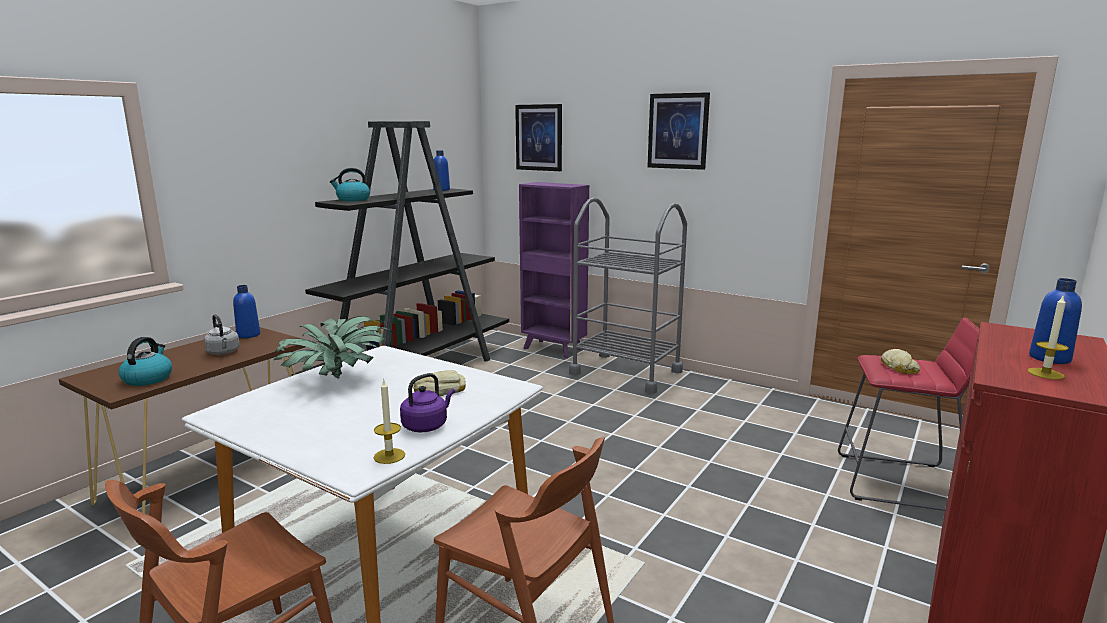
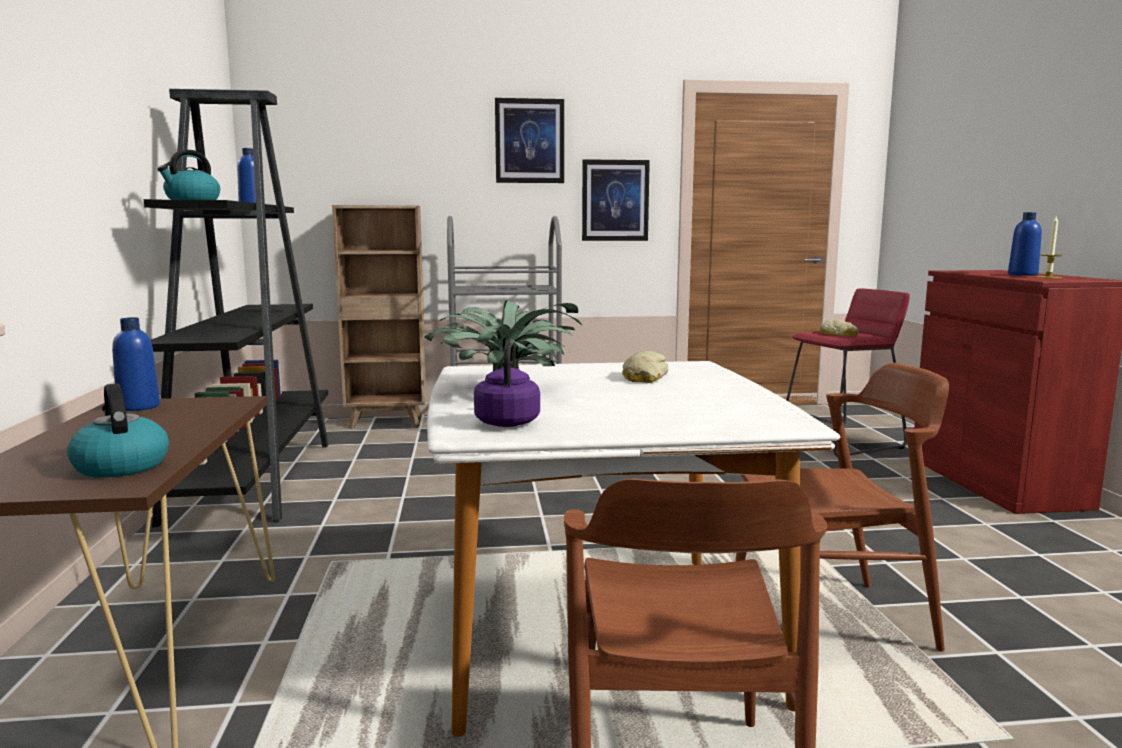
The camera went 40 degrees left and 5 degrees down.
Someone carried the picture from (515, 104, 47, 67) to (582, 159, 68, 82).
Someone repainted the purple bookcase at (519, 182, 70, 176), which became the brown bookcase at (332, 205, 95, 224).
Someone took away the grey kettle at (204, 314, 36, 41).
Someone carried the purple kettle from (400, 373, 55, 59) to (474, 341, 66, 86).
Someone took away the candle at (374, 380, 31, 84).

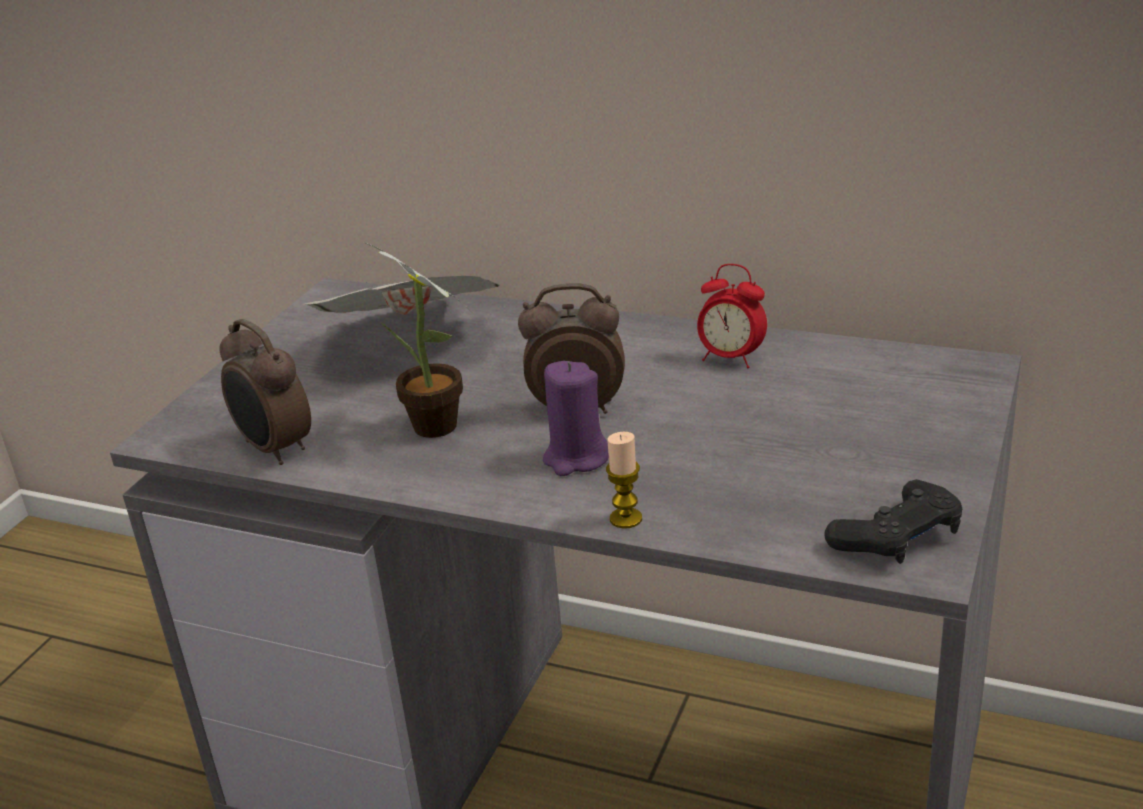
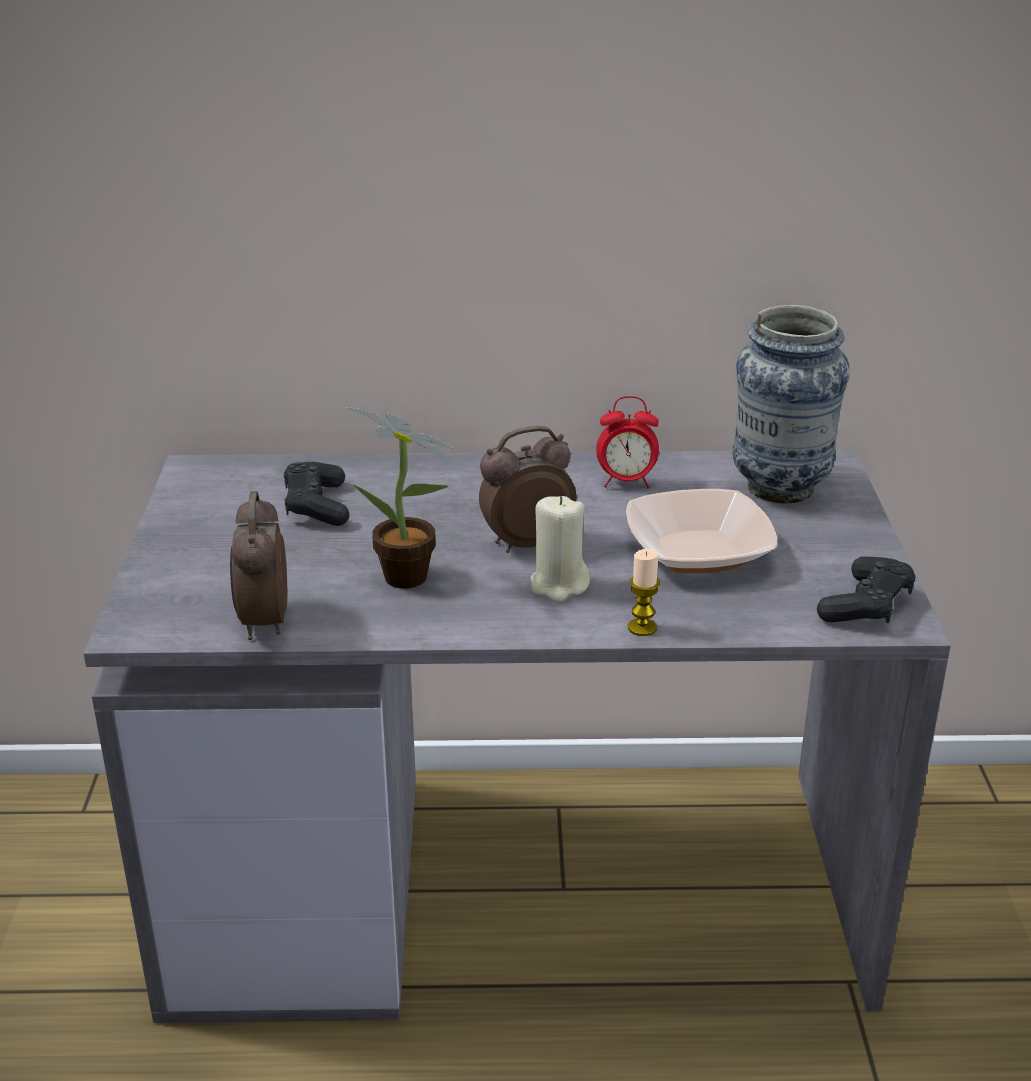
The camera went 25 degrees left and 0 degrees up.
Someone swapped the newspaper at (305, 276, 194, 39) for the black game controller at (284, 462, 65, 64).
Someone rotated the alarm clock at (219, 319, 92, 146) by 60 degrees clockwise.
Someone repainted the purple candle at (543, 361, 66, 115), which became the beige candle at (531, 496, 59, 106).
Someone put down the vase at (732, 305, 118, 199).
Someone put down the bowl at (626, 489, 151, 85).

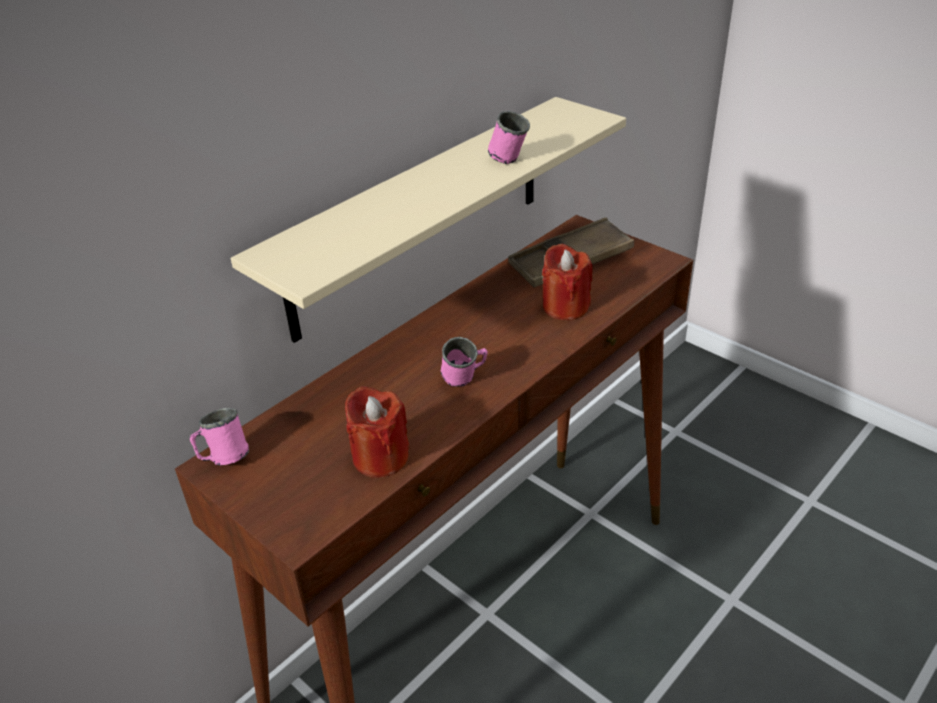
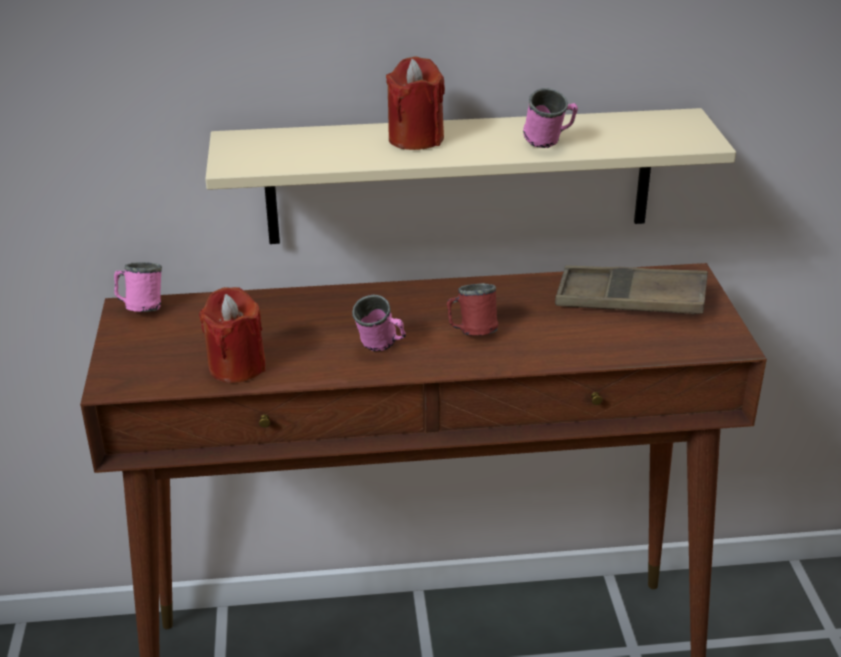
The camera went 40 degrees right and 5 degrees down.
Someone carried the red candle from (542, 243, 50, 77) to (386, 56, 59, 94).
Someone put down the red mug at (447, 283, 51, 52).

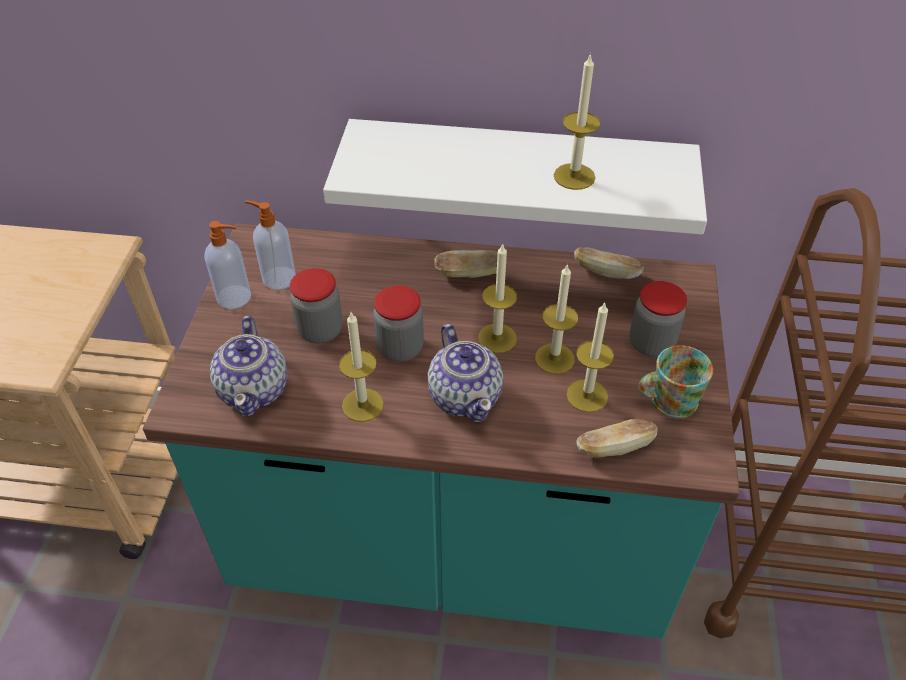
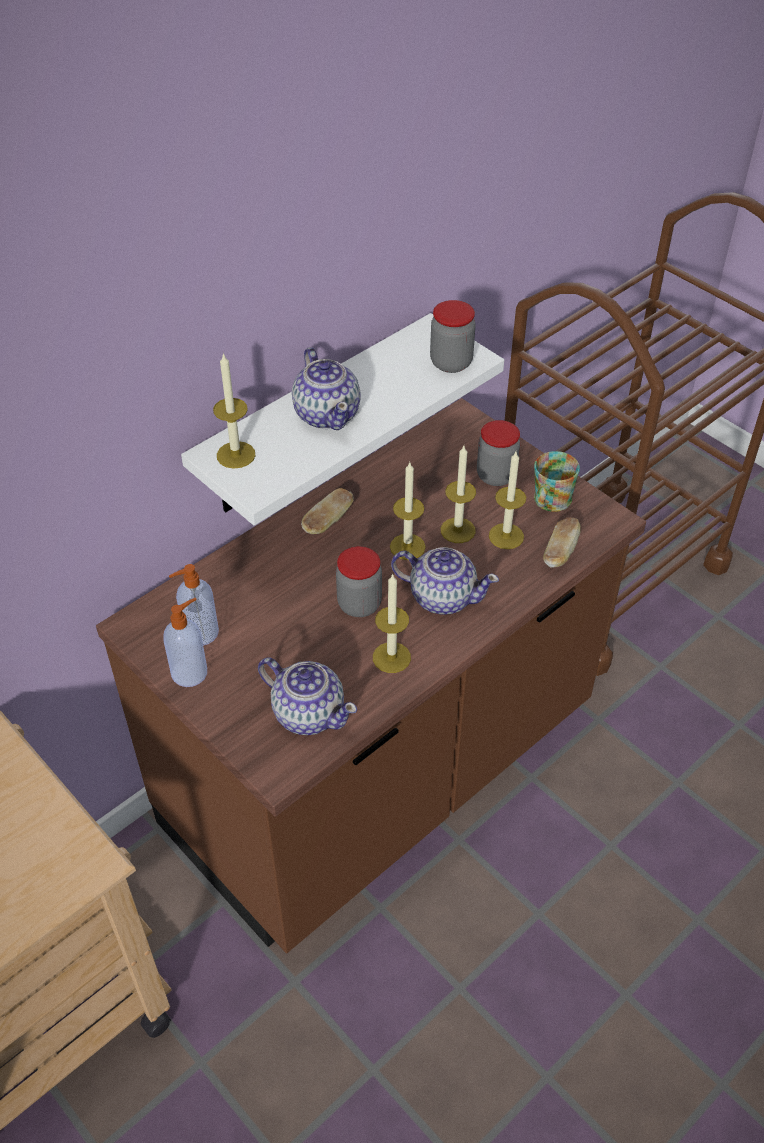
The camera went 50 degrees left and 0 degrees up.
Someone carried the candle from (554, 53, 46, 137) to (213, 353, 43, 116).
Someone repainted the turquoise counter at (143, 223, 597, 415), which became the brown counter at (96, 398, 550, 555).
Someone took away the bread at (574, 247, 70, 32).
Someone carried the jar from (290, 268, 53, 76) to (430, 300, 46, 73).
Someone put down the teapot at (292, 347, 69, 83).

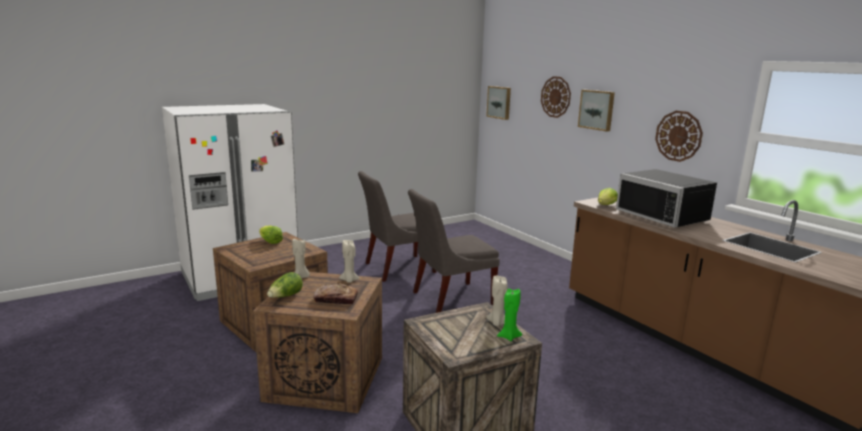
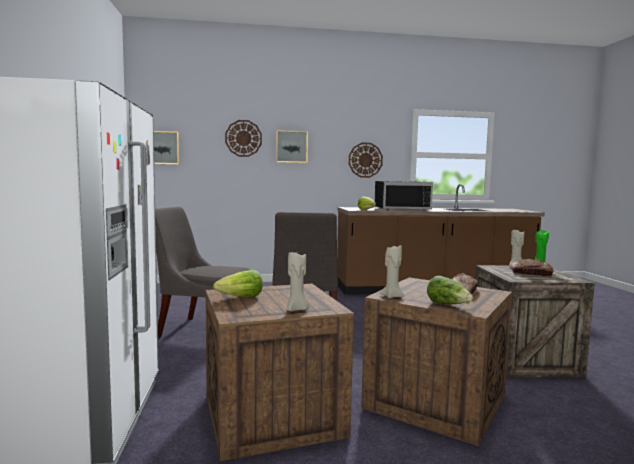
The camera went 65 degrees left and 10 degrees down.
Someone rotated the grey chair at (358, 171, 79, 111) by 105 degrees clockwise.
Someone carried the beige candle from (339, 240, 21, 43) to (287, 251, 22, 60).
Someone put down the bread at (512, 259, 41, 17).

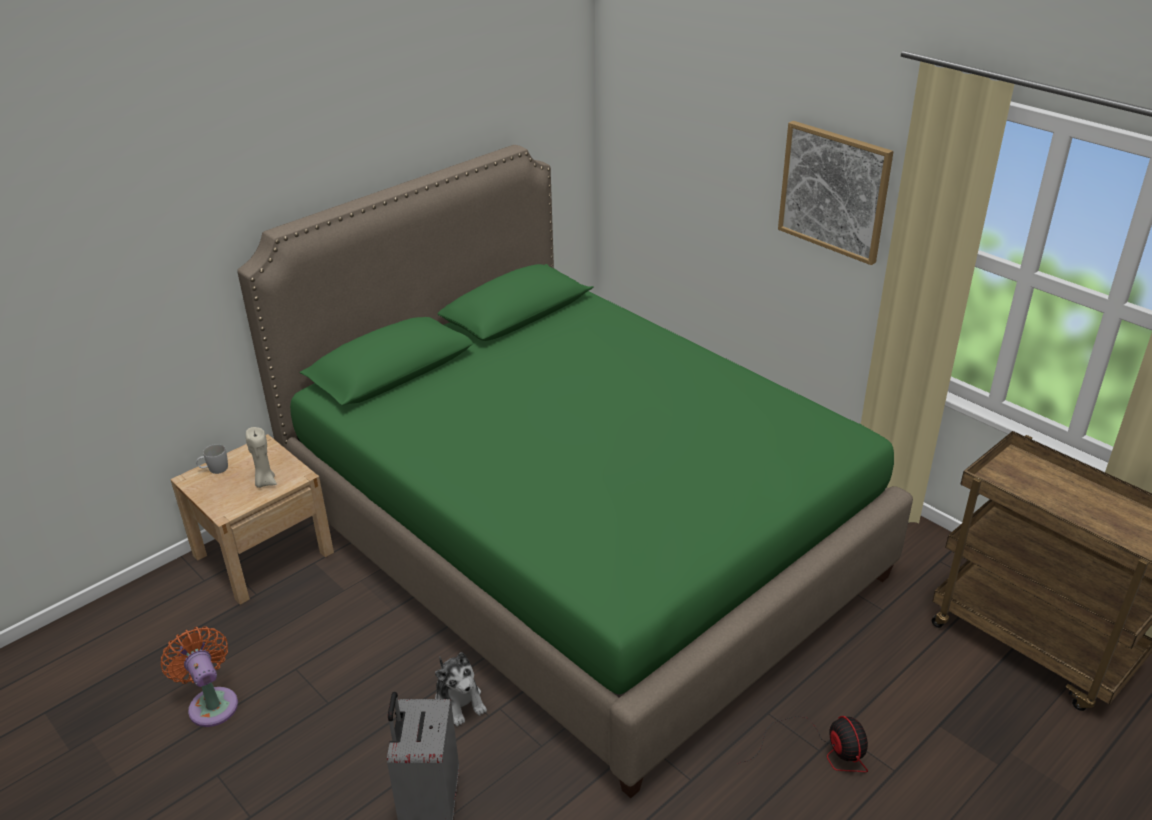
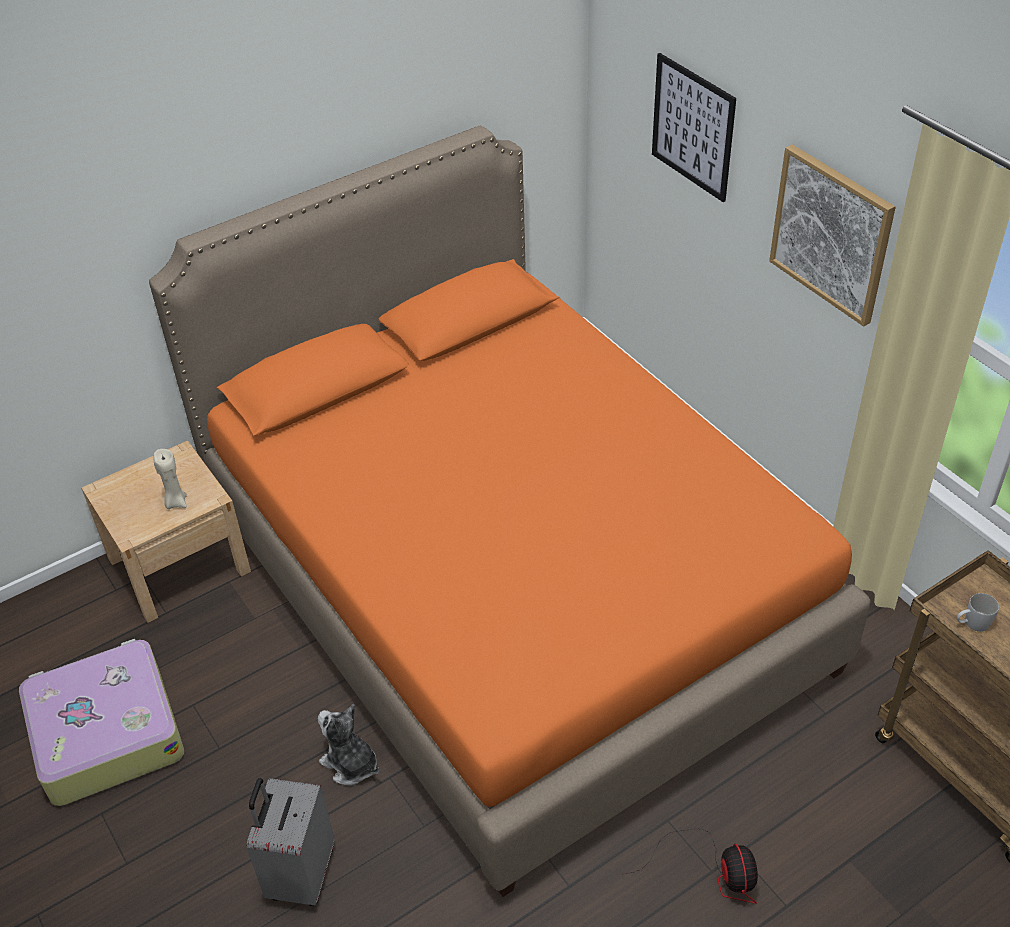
The camera went 10 degrees right and 10 degrees up.
Someone repainted the green bed at (237, 145, 676, 653), which became the orange bed at (149, 126, 722, 771).
Someone carried the white mug from (196, 444, 32, 30) to (957, 593, 42, 39).
Someone swapped the orange fan at (161, 626, 77, 101) for the suitcase at (19, 639, 165, 167).
Someone rotated the plush toy at (435, 652, 52, 74) by 150 degrees clockwise.
Someone put up the picture at (652, 53, 84, 149).

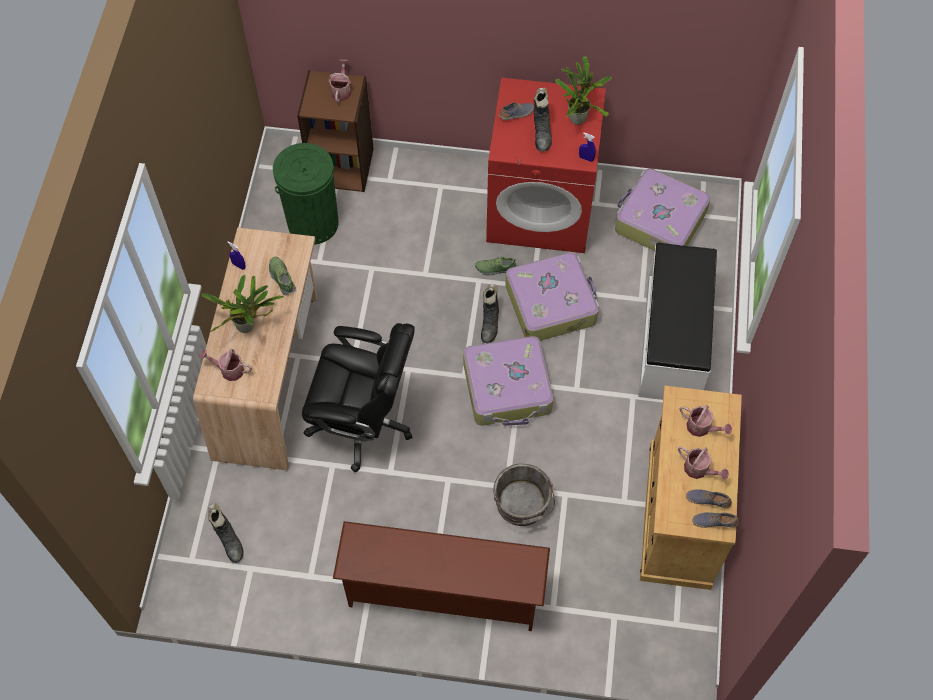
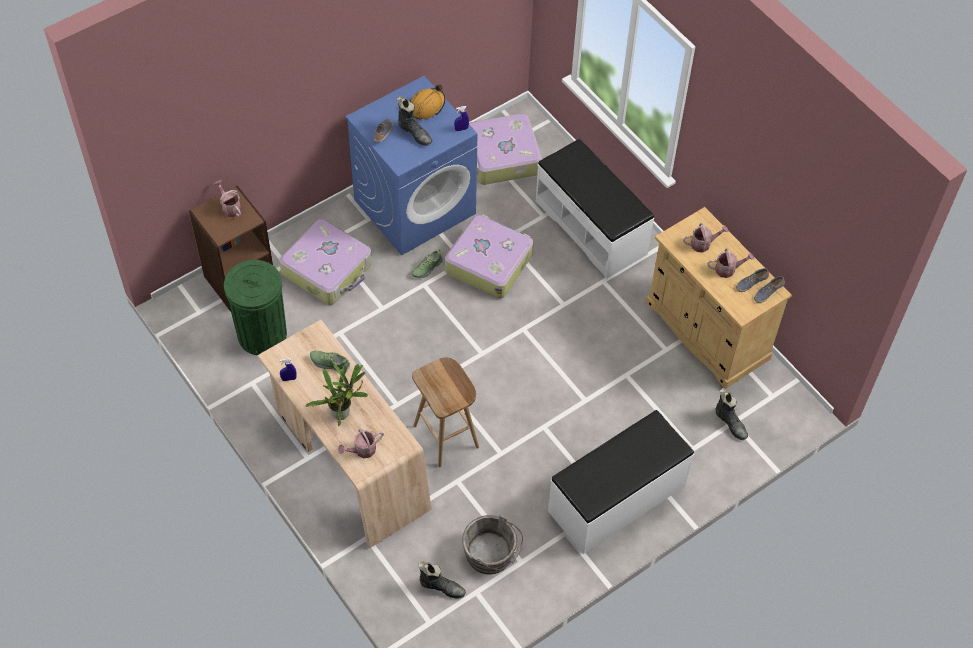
The camera went 45 degrees left and 5 degrees down.
Someone swapped the potted plant at (555, 56, 57, 69) for the orange hard hat at (409, 84, 36, 35).
Someone repainted the red washing machine at (486, 78, 120, 175), which became the blue washing machine at (346, 76, 131, 180).
Someone carried the black boot from (481, 284, 18, 59) to (716, 388, 32, 52).
Someone swapped the black office chair at (302, 323, 113, 149) for the brown stool at (412, 358, 67, 109).
Someone carried the suitcase from (463, 336, 90, 90) to (279, 219, 93, 86).
Someone carried the grey bucket from (493, 464, 62, 62) to (462, 515, 61, 59).
Someone swapped the brown shoe rack at (333, 521, 217, 110) for the white bench at (548, 410, 146, 144).

